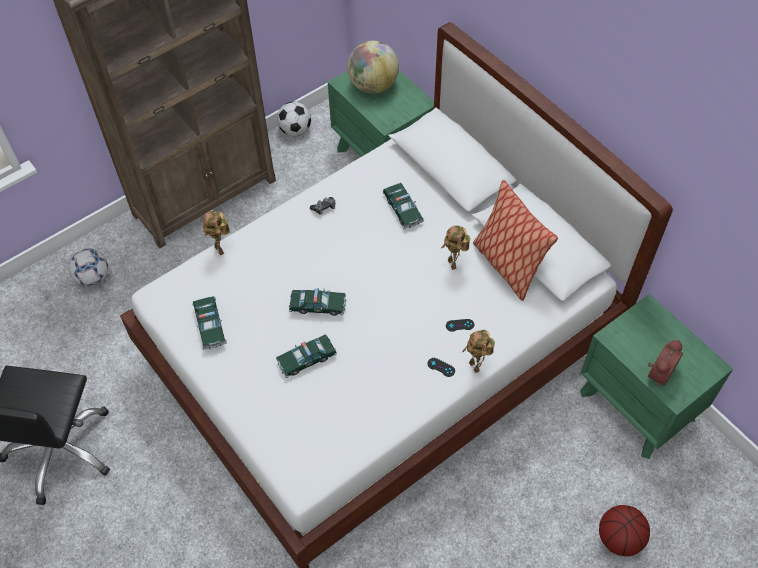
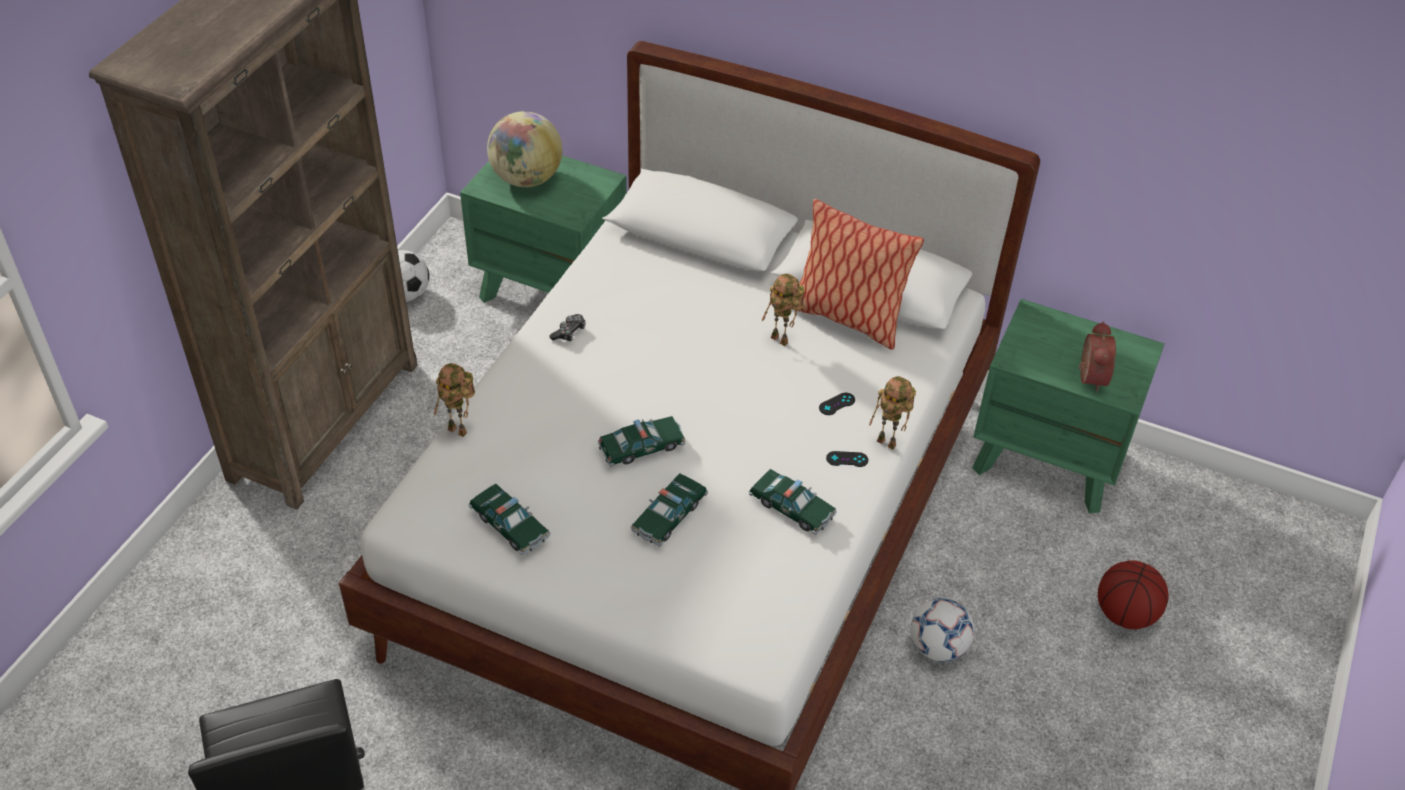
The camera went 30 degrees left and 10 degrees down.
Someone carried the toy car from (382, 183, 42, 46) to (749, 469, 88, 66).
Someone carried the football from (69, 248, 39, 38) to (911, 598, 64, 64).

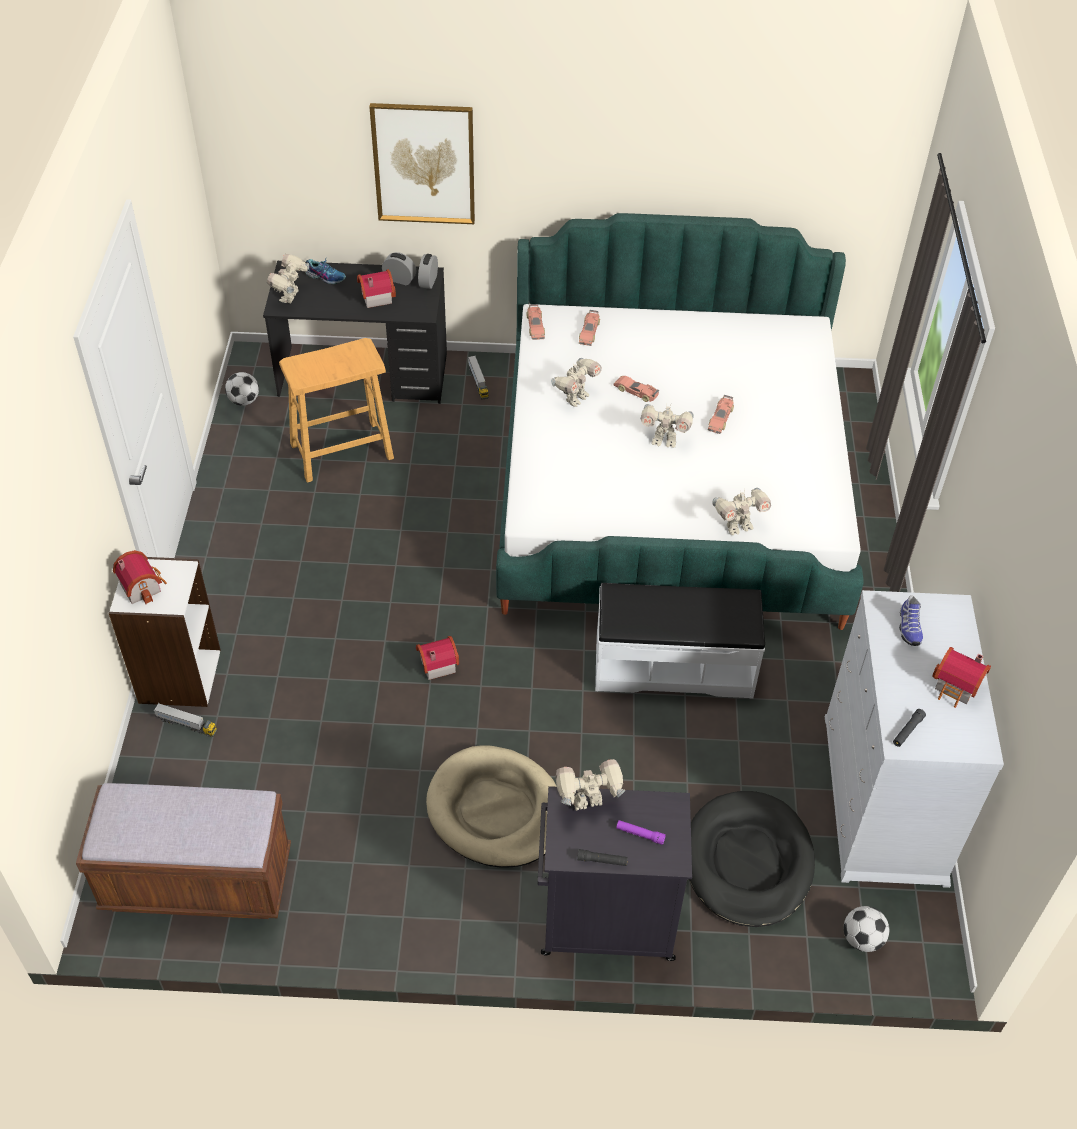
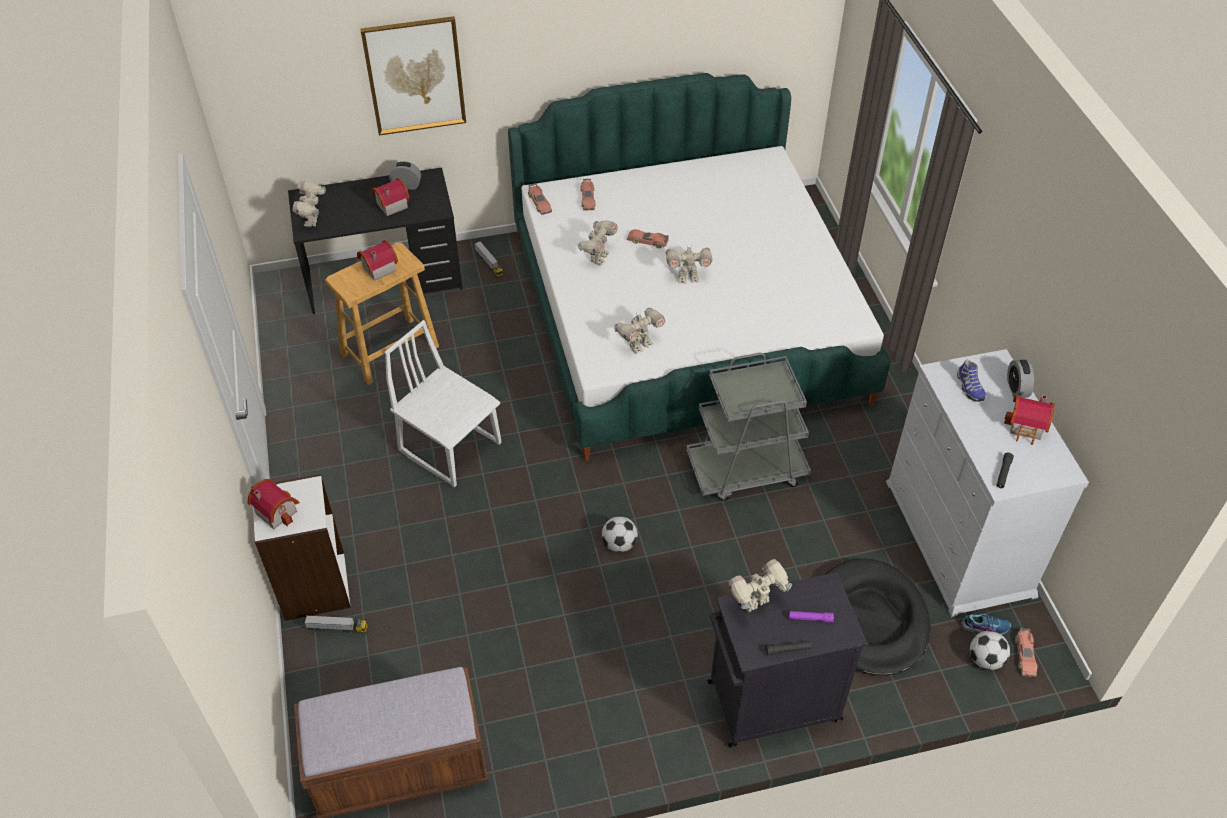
The camera went 15 degrees left and 0 degrees up.
Someone carried the alarm clock from (418, 254, 20, 35) to (1007, 360, 27, 38).
Someone carried the shoe from (305, 256, 41, 29) to (961, 608, 50, 27).
Someone carried the football from (225, 372, 34, 34) to (602, 516, 36, 36).
Someone carried the toy car from (708, 395, 26, 39) to (1015, 628, 22, 49).
Someone carried the toy robot from (712, 488, 59, 47) to (614, 308, 51, 45).
Someone swapped the white bench at (595, 583, 170, 116) for the grey cart at (686, 353, 125, 148).
Someone carried the toy house from (416, 636, 43, 44) to (357, 240, 41, 41).
Someone took away the beige dog bed at (426, 745, 131, 123).
Someone put down the white chair at (385, 320, 116, 167).

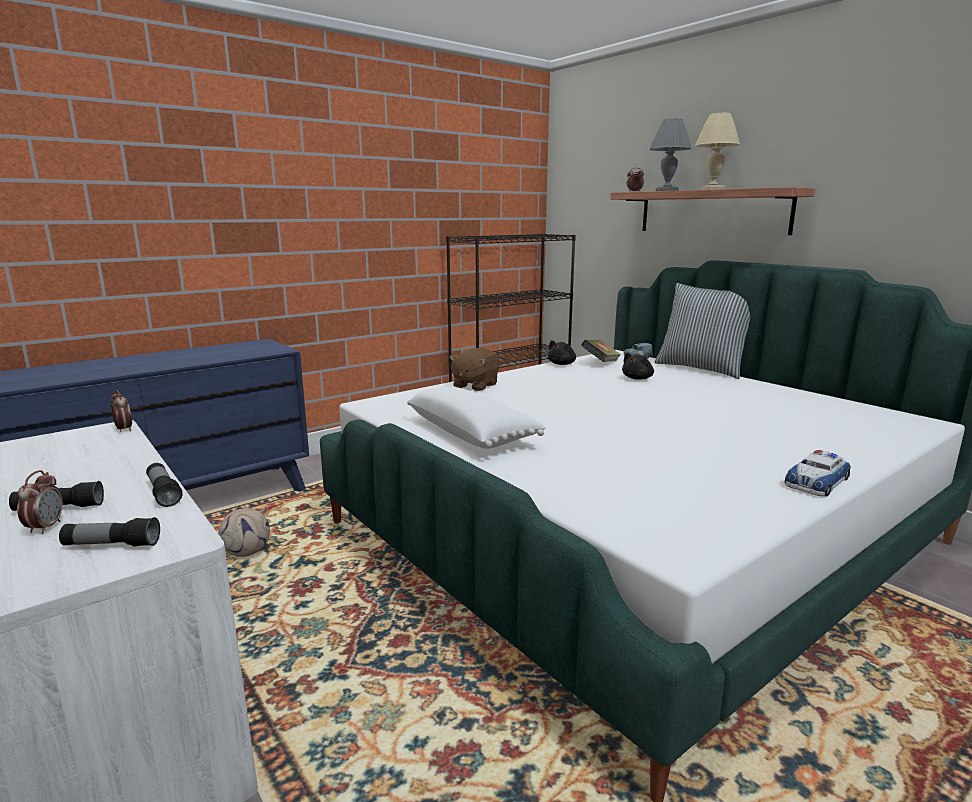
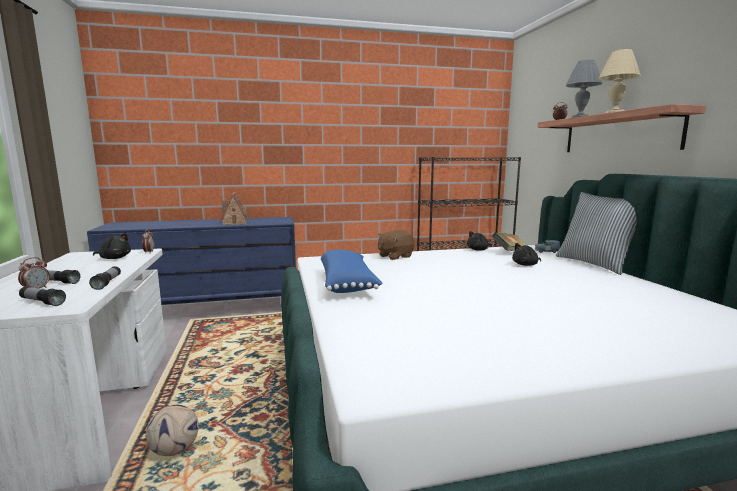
The camera went 25 degrees right and 5 degrees down.
Someone repainted the white pillow at (407, 386, 139, 63), which became the blue pillow at (321, 249, 62, 44).
Someone took away the toy car at (785, 450, 66, 47).
Someone carried the football from (218, 508, 52, 49) to (146, 405, 53, 51).
Someone put down the toy house at (221, 192, 28, 33).
Someone put down the black plush toy at (93, 233, 38, 26).

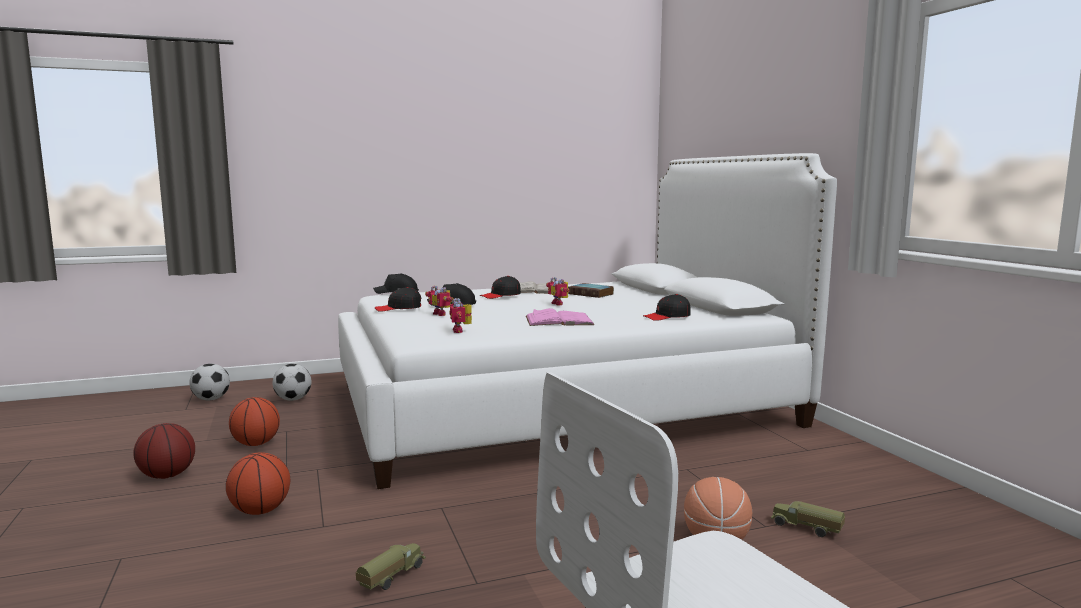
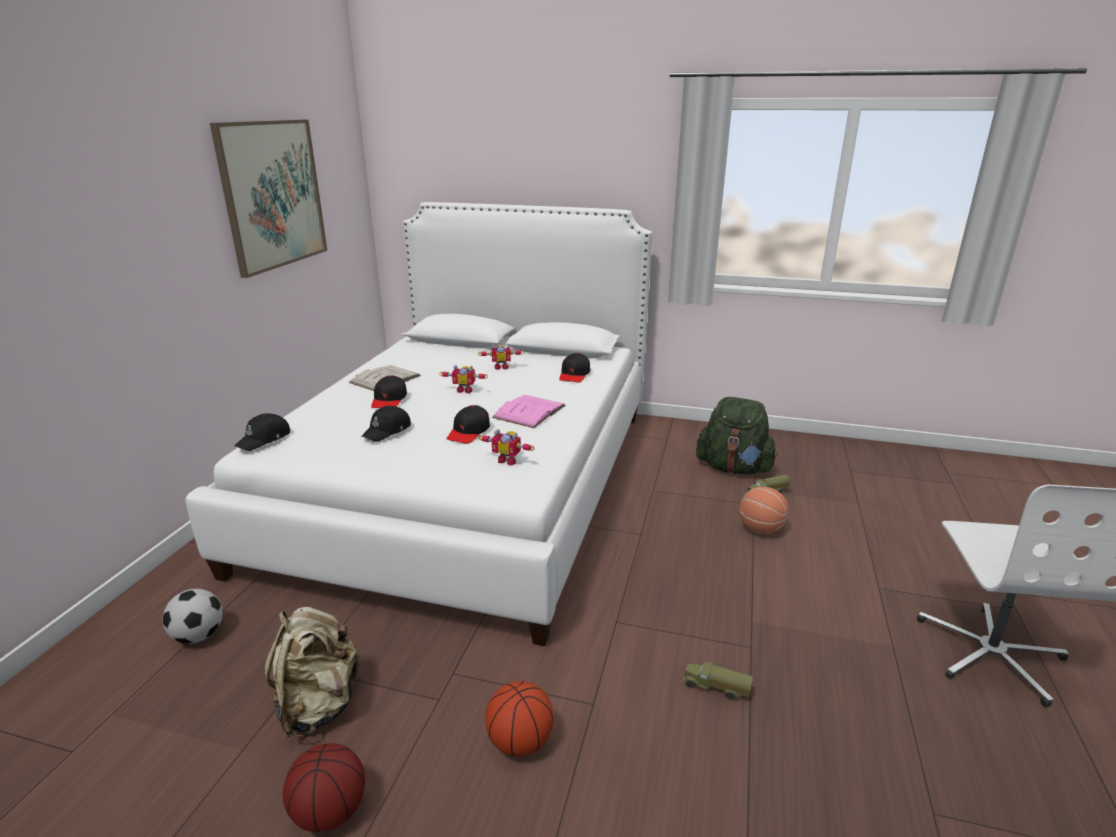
The camera went 55 degrees left and 15 degrees up.
Someone took away the book at (568, 283, 46, 15).
Someone carried the toy robot from (425, 286, 28, 30) to (478, 344, 46, 26).
Someone carried the black cap from (375, 287, 46, 25) to (447, 405, 43, 39).
Someone took away the football at (189, 364, 41, 37).
Someone swapped the basketball at (229, 397, 51, 49) for the beige backpack at (264, 607, 98, 130).
Someone rotated the toy truck at (356, 543, 70, 47) by 45 degrees counterclockwise.
Someone put up the picture at (210, 120, 117, 158).
Someone put down the green backpack at (696, 397, 82, 78).

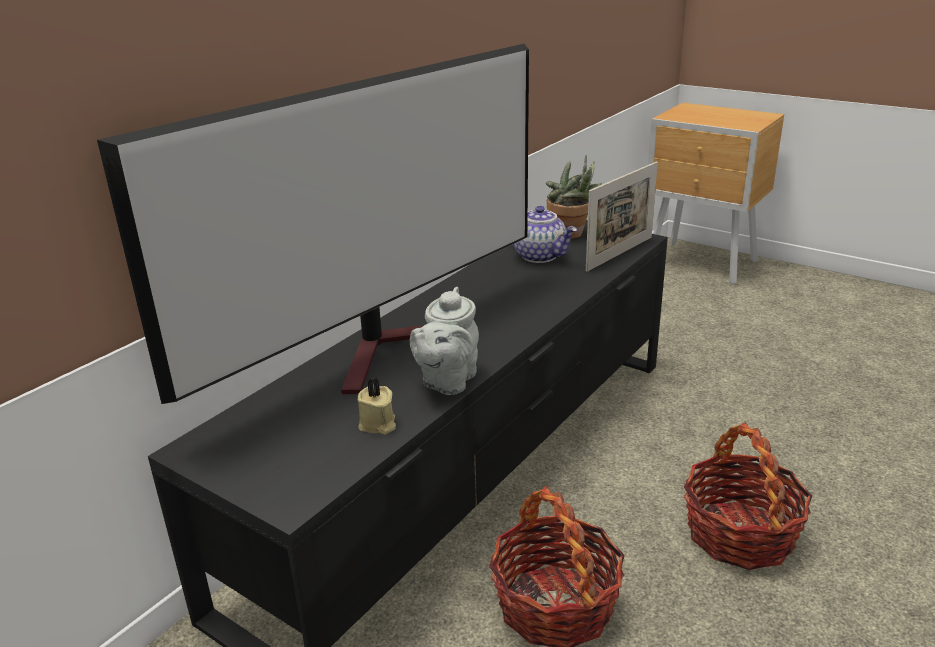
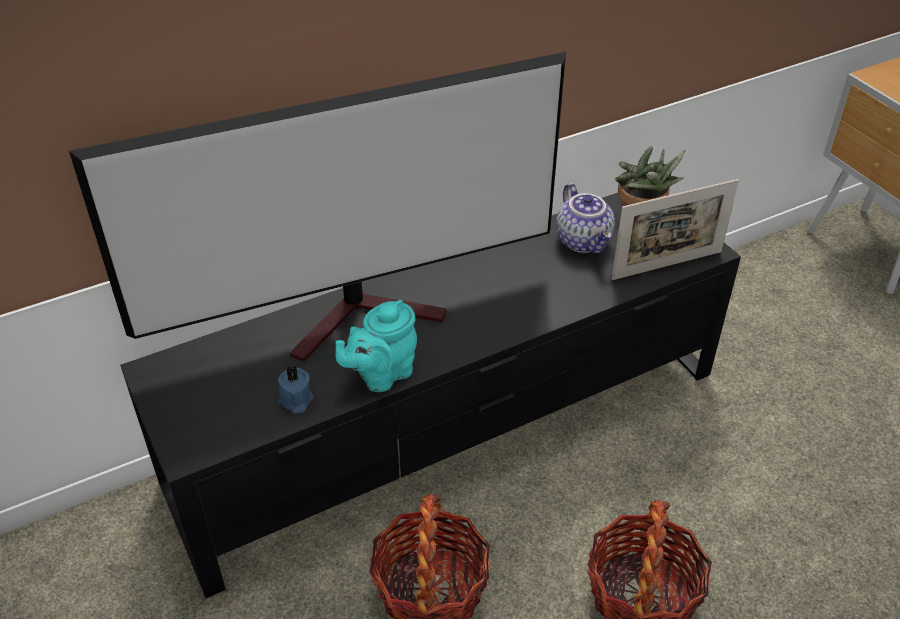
The camera went 25 degrees right and 15 degrees up.
Someone repainted the grey teapot at (410, 287, 69, 108), which became the turquoise teapot at (335, 300, 82, 92).
Someone repainted the beige candle at (358, 378, 38, 56), which became the blue candle at (278, 366, 35, 48).

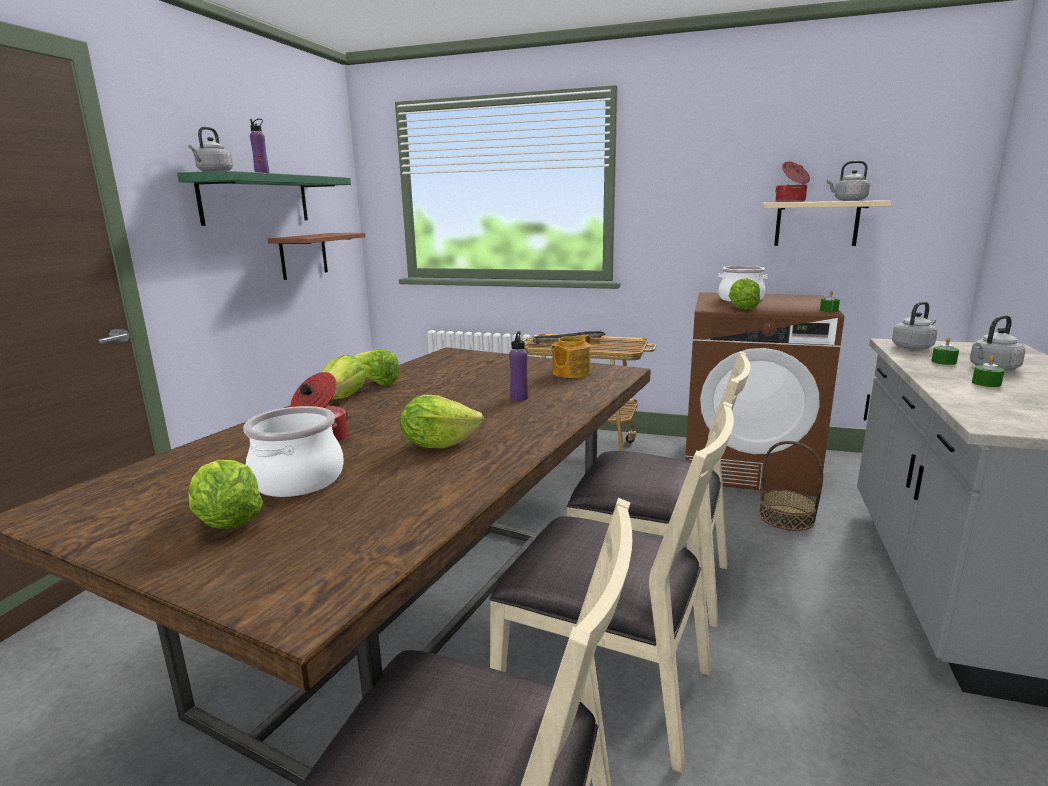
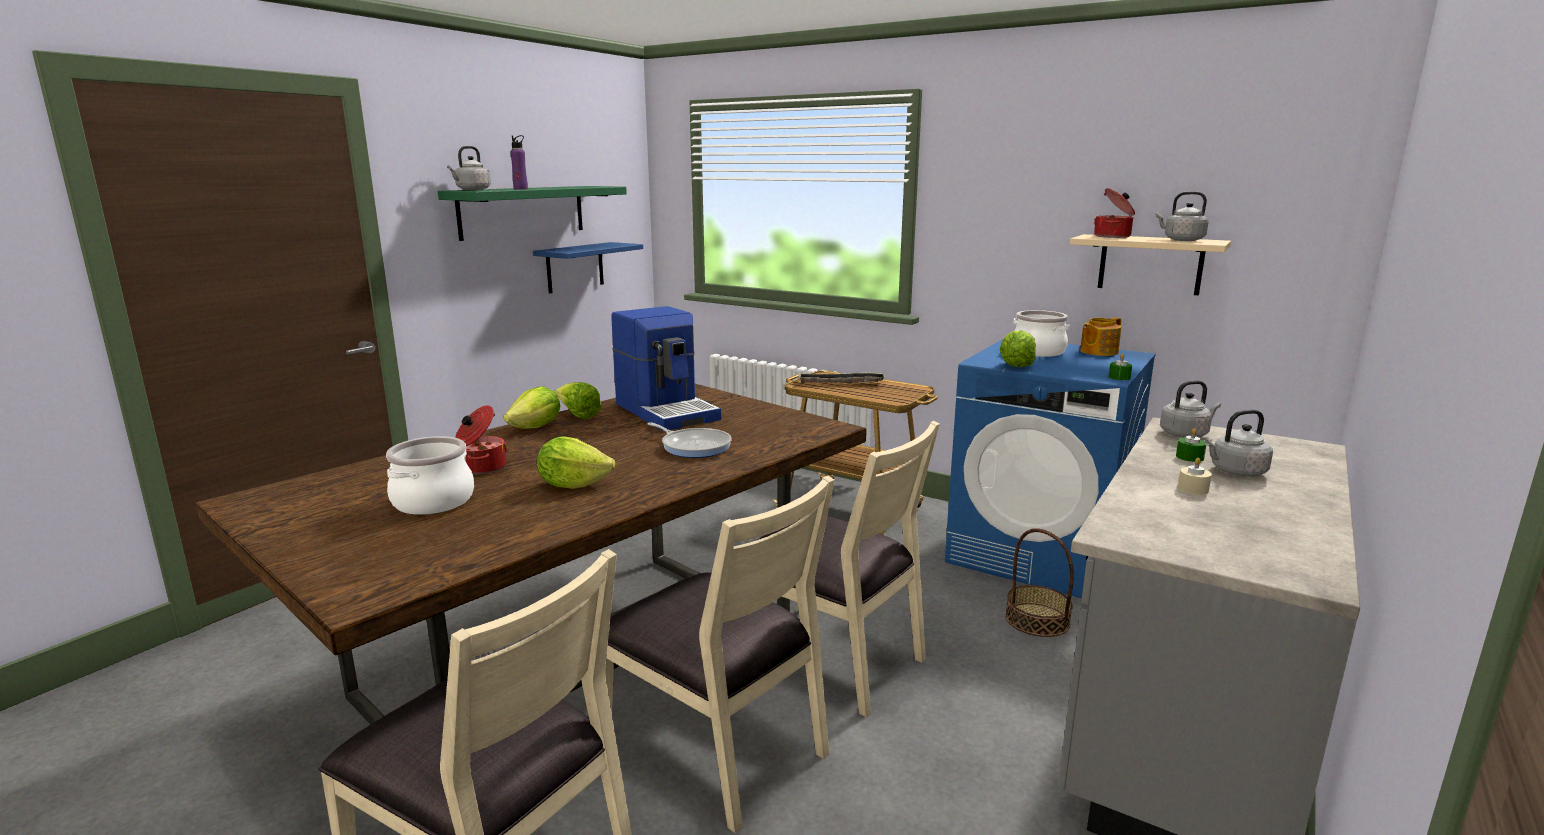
The camera went 15 degrees right and 0 degrees up.
Someone repainted the brown shelf at (268, 233, 98, 47), which became the blue shelf at (533, 242, 110, 51).
Someone repainted the brown washing machine at (685, 292, 159, 205), which became the blue washing machine at (945, 339, 211, 259).
Someone swapped the purple bottle at (509, 331, 19, 70) for the frying pan at (647, 422, 85, 36).
Someone carried the teapot from (551, 334, 40, 44) to (1080, 317, 41, 39).
Someone repainted the green candle at (972, 356, 33, 31), which became the beige candle at (1178, 458, 34, 37).
Someone took away the lettuce at (189, 460, 74, 69).
Someone put down the coffee machine at (612, 306, 109, 125).

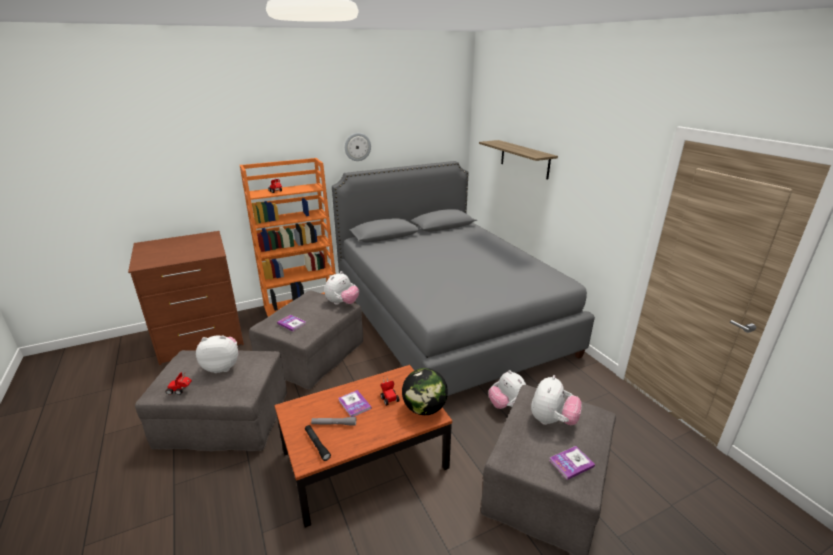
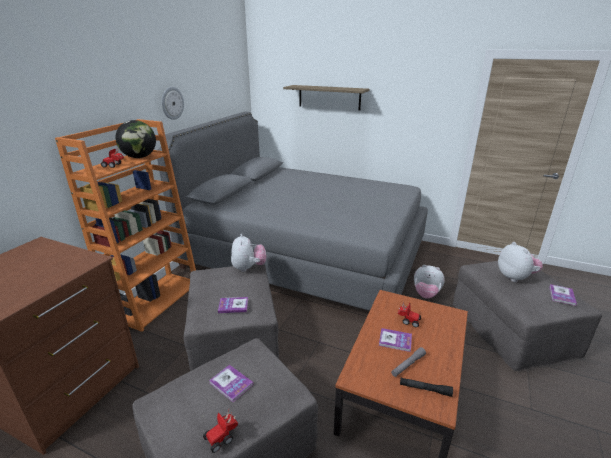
The camera went 40 degrees left and 0 degrees up.
Someone swapped the plush toy at (196, 335, 42, 38) for the book at (209, 365, 45, 37).
Someone carried the globe from (402, 368, 46, 47) to (116, 120, 40, 38).

